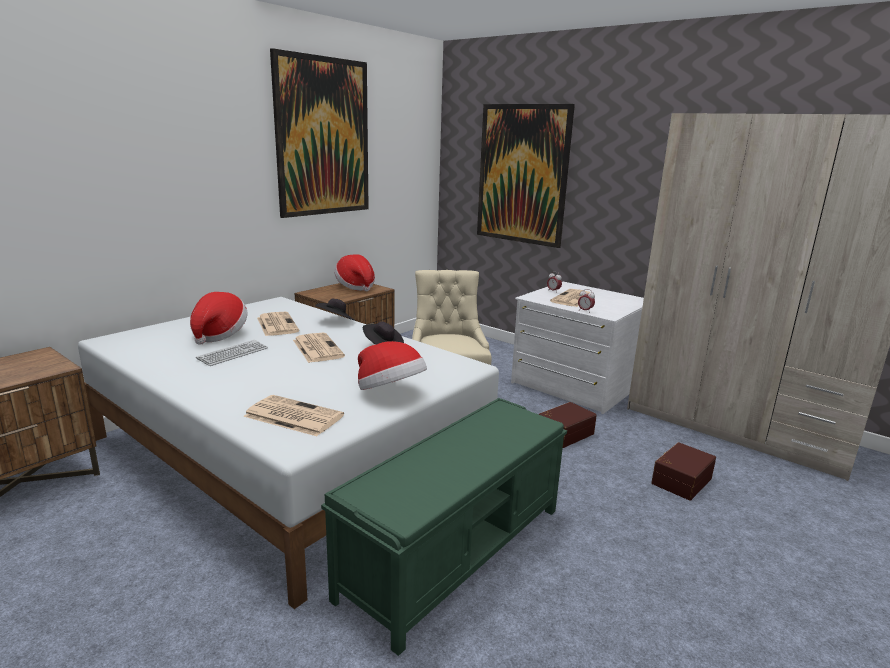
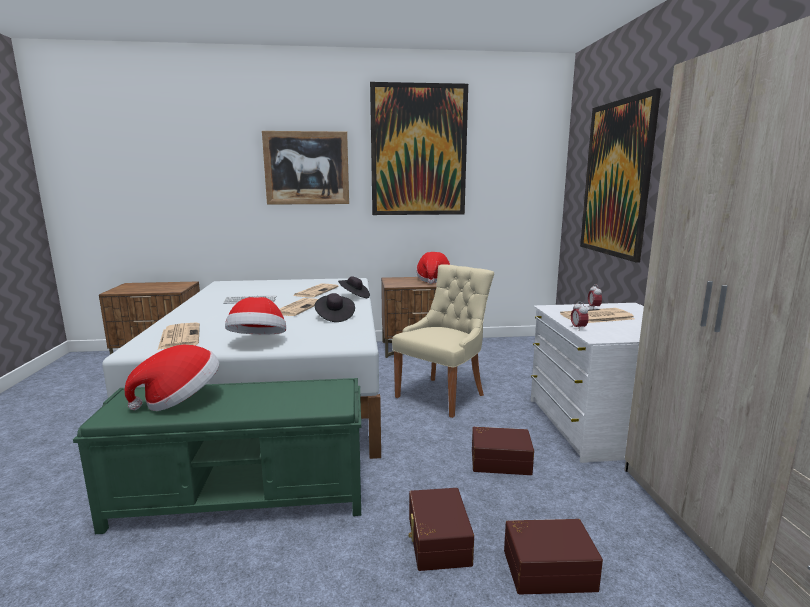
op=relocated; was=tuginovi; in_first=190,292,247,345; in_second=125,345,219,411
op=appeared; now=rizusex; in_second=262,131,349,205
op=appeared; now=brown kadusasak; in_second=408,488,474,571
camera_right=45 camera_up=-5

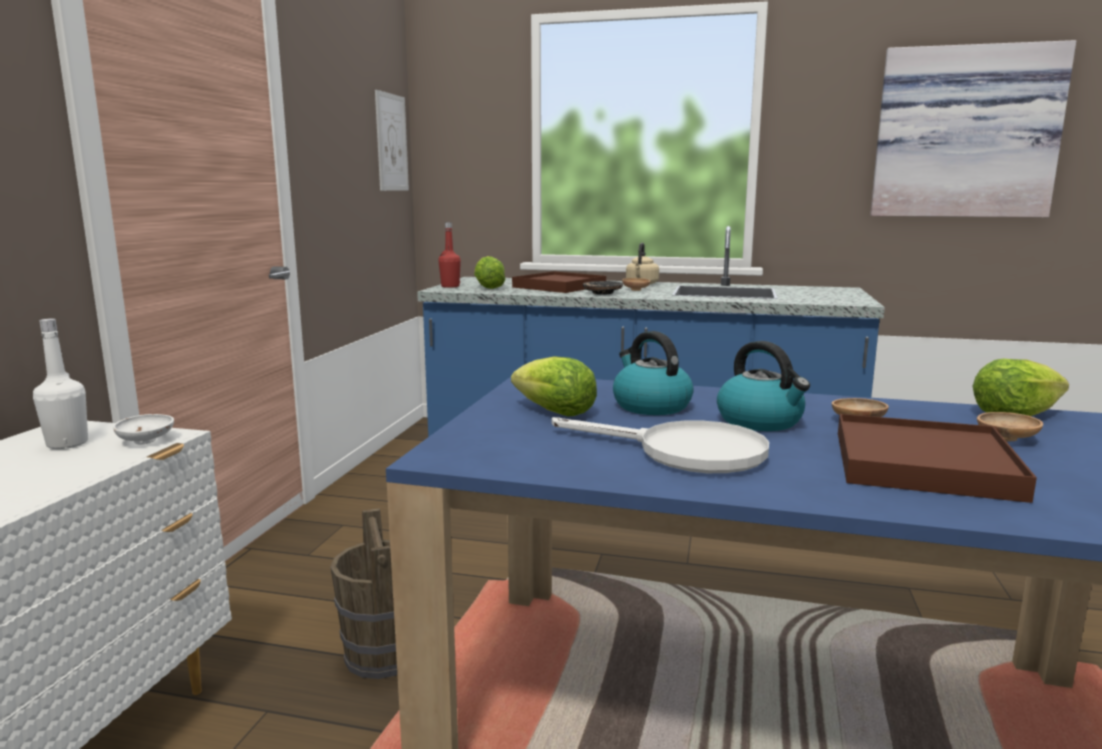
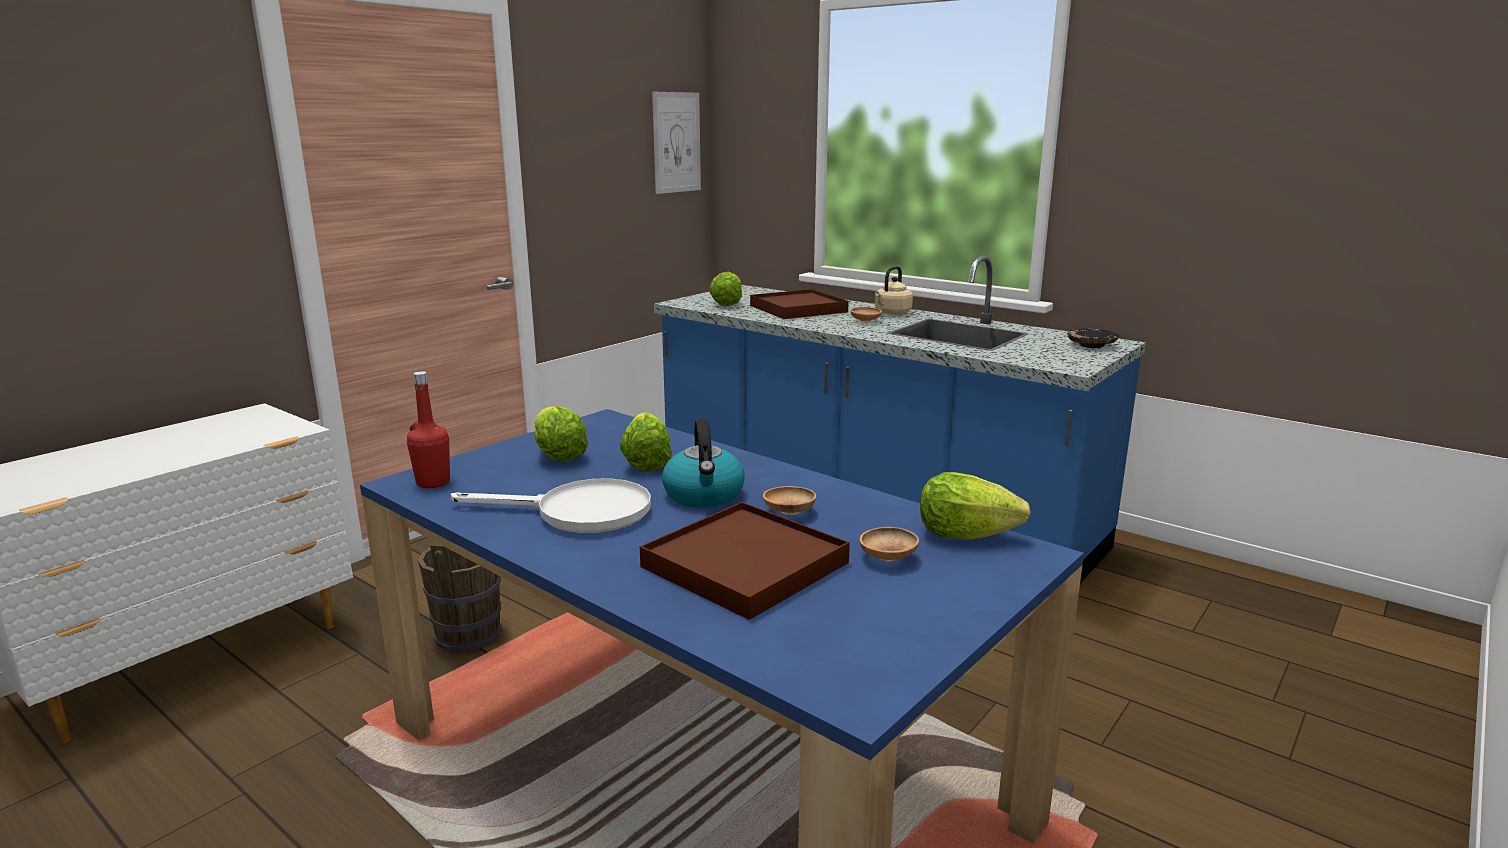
op=relocated; was=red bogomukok; in_first=438,222,461,288; in_second=407,371,450,488
op=spun; was=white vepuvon; in_first=552,417,769,473; in_second=451,478,651,533; clockwise=-45
op=exchanged; was=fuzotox; now=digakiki; in_first=613,331,694,415; in_second=620,412,672,472
op=relocated; was=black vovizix; in_first=583,281,623,295; in_second=1067,329,1119,348
op=missing; was=white bogomukok; in_first=33,318,88,449
op=missing; was=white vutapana; in_first=113,414,174,444
op=missing; was=rizusex; in_first=870,40,1076,217
camera_right=25 camera_up=5

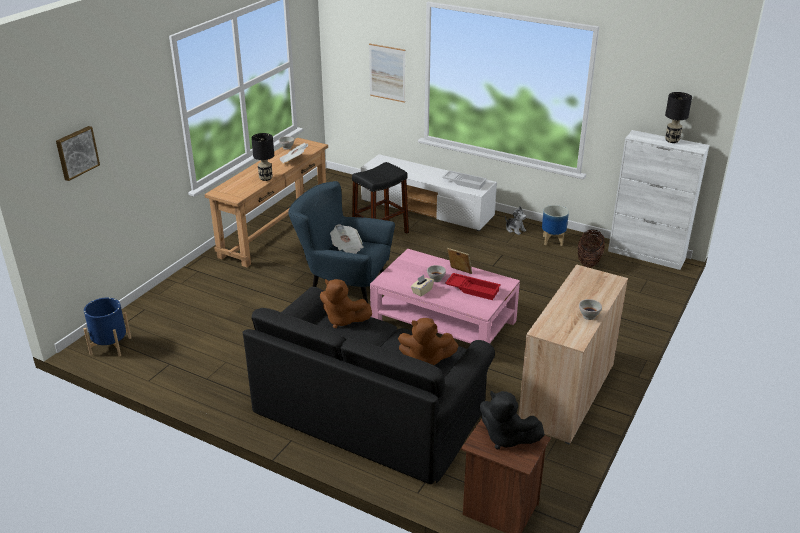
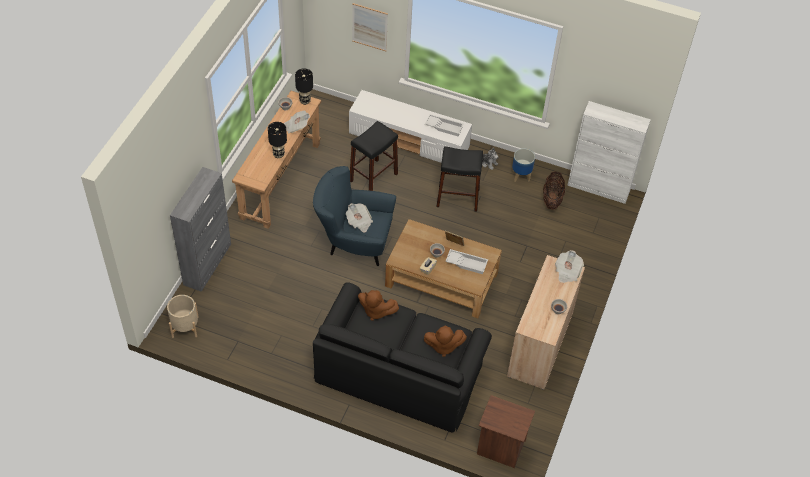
op=colour; was=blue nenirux; now=beige nenirux; in_first=84,298,131,357; in_second=167,295,199,338
op=appeared; now=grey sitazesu; in_second=170,167,231,292
op=relocated; was=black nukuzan; in_first=665,92,692,143; in_second=295,68,313,105
op=colour; was=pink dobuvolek; now=brown dobuvolek; in_first=370,249,520,344; in_second=385,219,502,318
op=appeared; now=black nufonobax; in_second=436,146,483,212
op=colour; was=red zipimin; now=white zipimin; in_first=445,273,501,300; in_second=445,249,488,274
op=appeared; now=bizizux; in_second=555,250,584,283
op=missing; was=rizusex; in_first=56,126,100,181
op=missing; was=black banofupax; in_first=480,391,545,449
camera_right=-10 camera_up=20

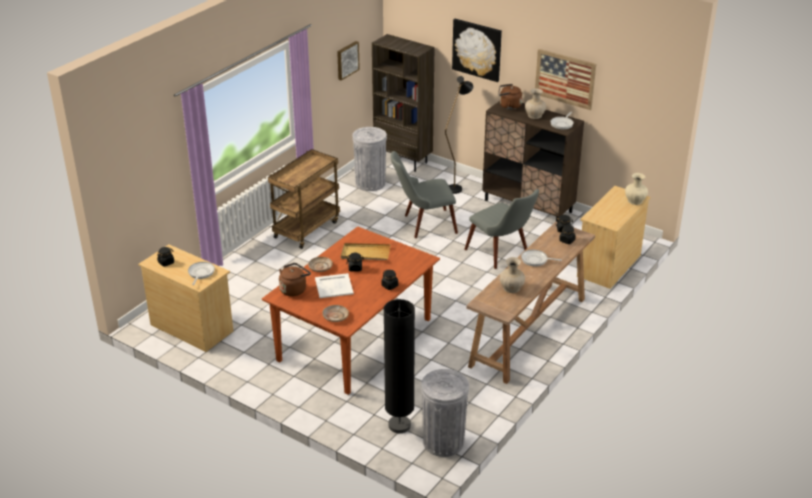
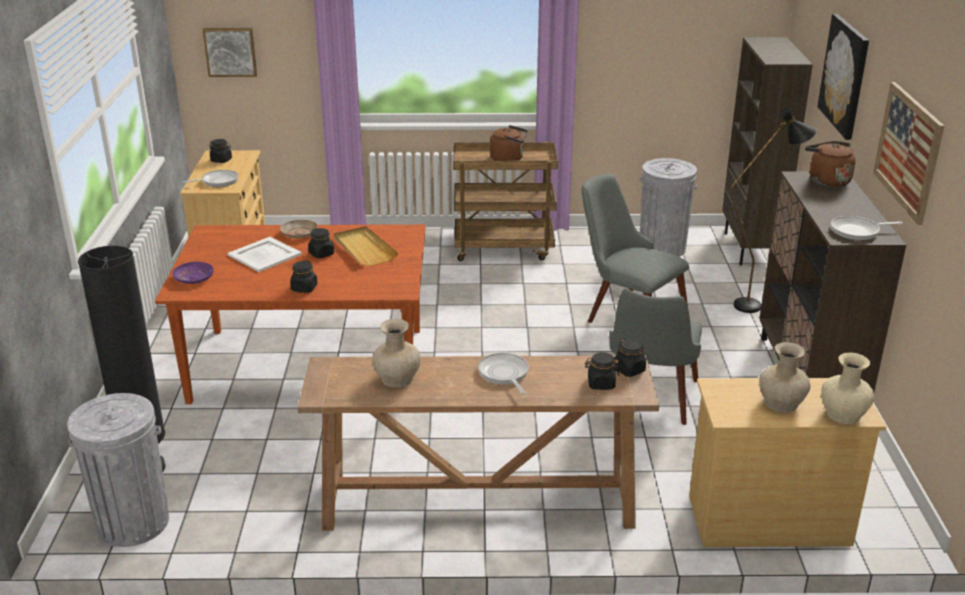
op=colour; was=beige vovizix; now=purple vovizix; in_first=322,305,349,322; in_second=172,262,214,284
op=relocated; was=rizusex; in_first=337,41,360,80; in_second=203,28,257,77
op=relocated; was=brown fuzotox; in_first=279,263,311,296; in_second=490,125,528,161
op=relocated; was=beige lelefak; in_first=525,88,546,119; in_second=759,342,810,413
camera_right=55 camera_up=-5

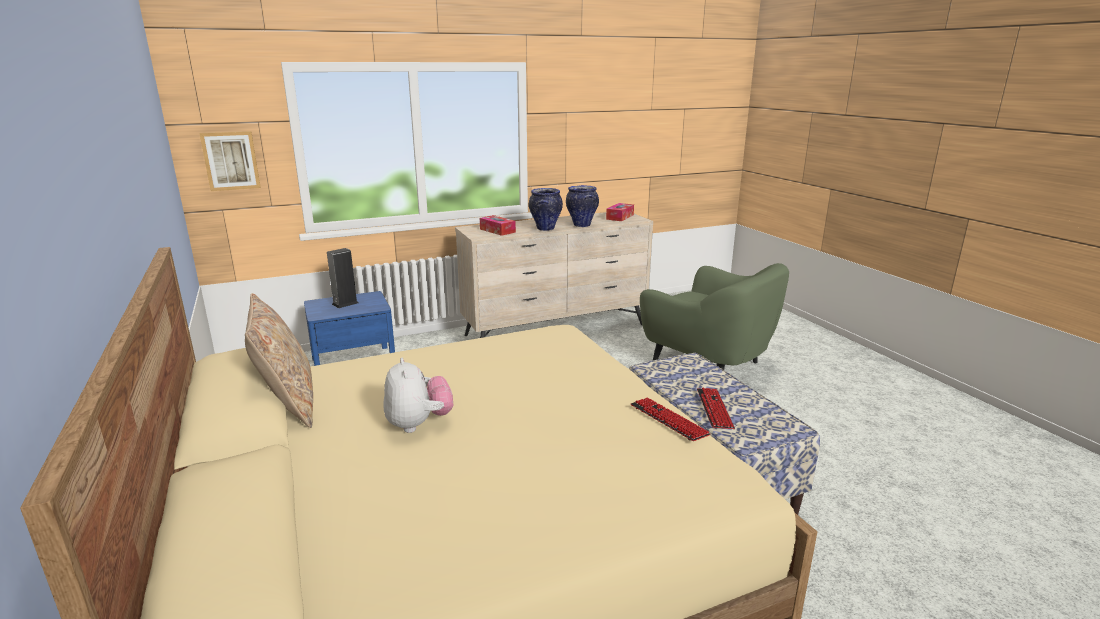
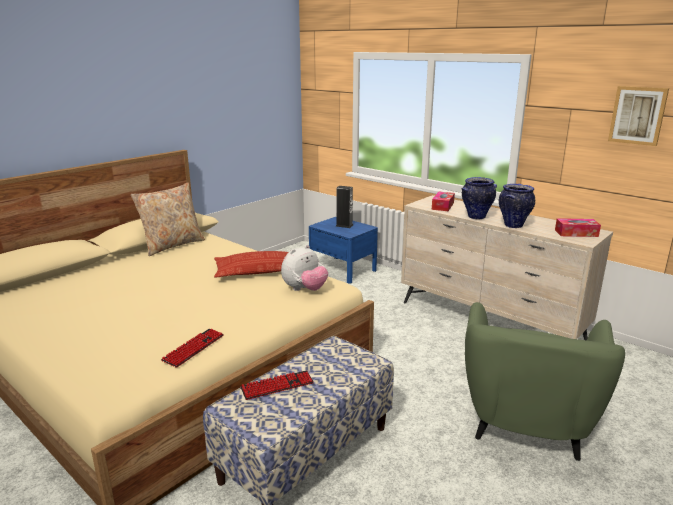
op=appeared; now=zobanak; in_second=214,251,289,278
op=relocated; was=banofupax; in_first=384,358,453,433; in_second=281,245,328,291
op=relocated; was=rizusex; in_first=199,131,261,191; in_second=608,86,669,146
camera_right=65 camera_up=0

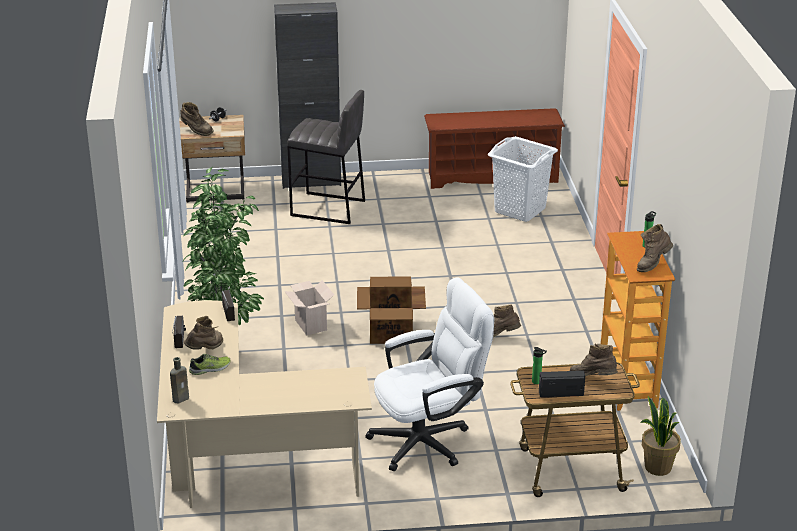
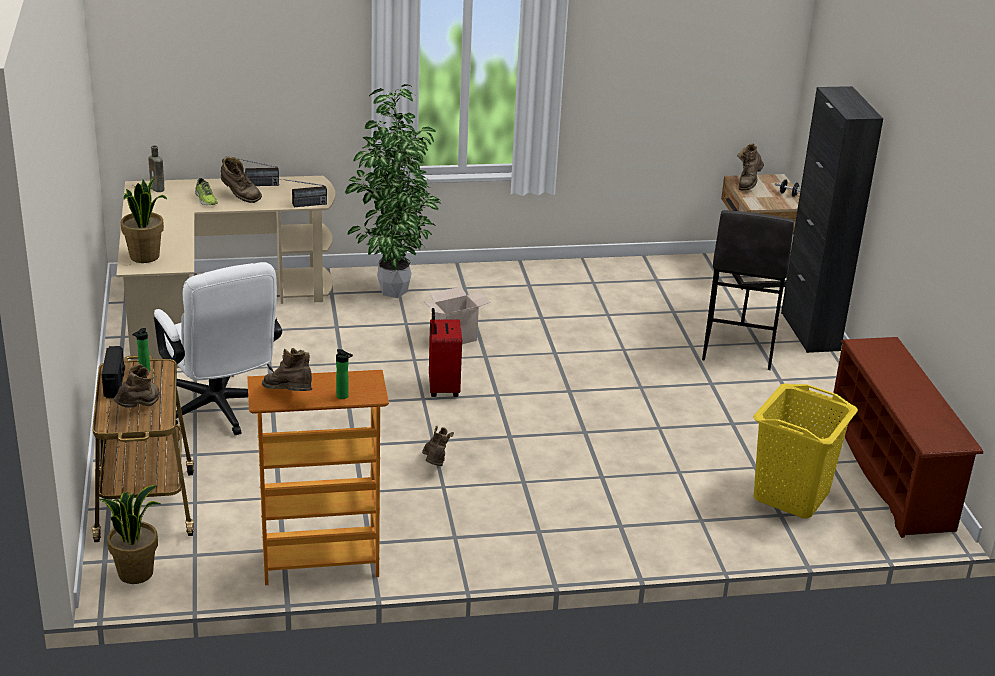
op=appeared; now=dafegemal; in_second=121,178,167,263
op=exchanged; was=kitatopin; now=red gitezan; in_first=357,276,426,344; in_second=429,308,462,397
op=colour; was=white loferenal; now=yellow loferenal; in_first=488,136,558,222; in_second=753,384,858,519
camera_right=85 camera_up=0

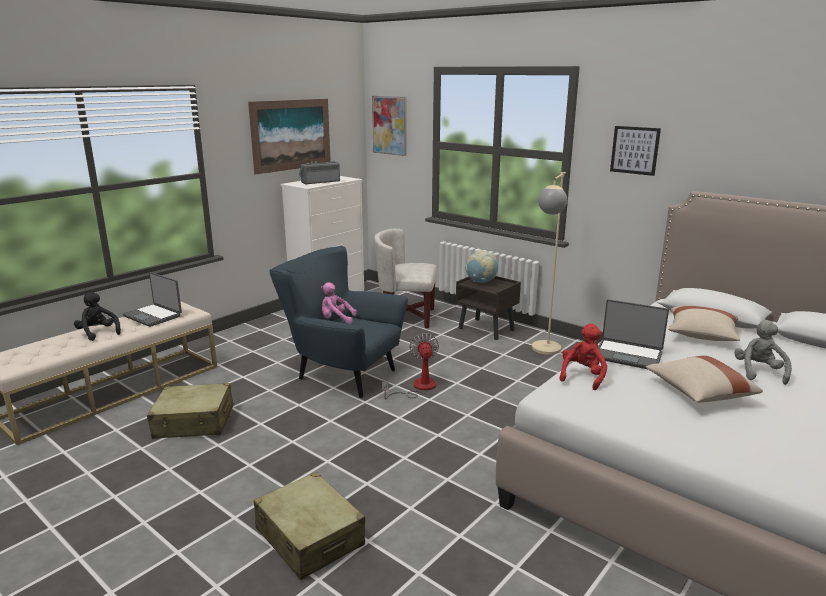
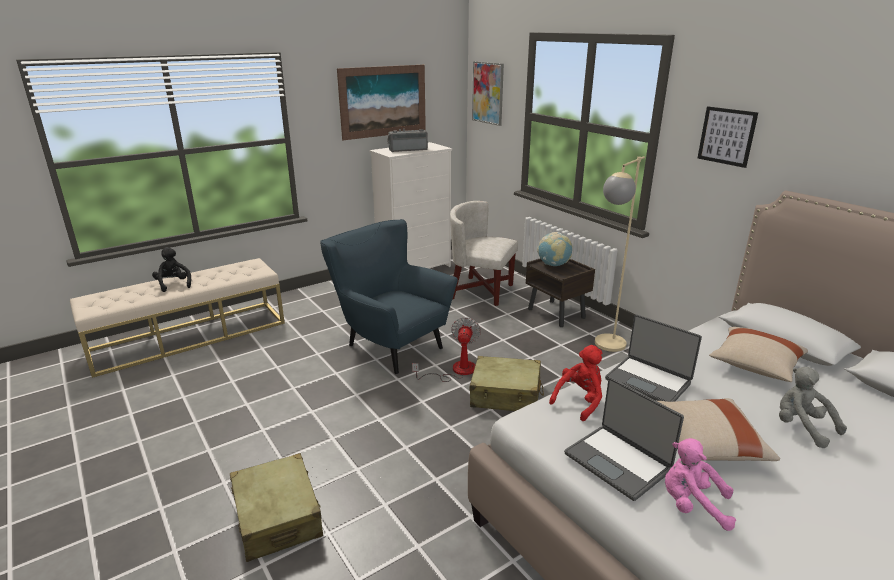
op=relocated; was=beige gitezan; in_first=147,383,233,439; in_second=470,356,544,411
op=relocated; was=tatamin; in_first=123,272,182,327; in_second=564,377,684,501
op=relocated; was=pink banofupax; in_first=321,283,357,324; in_second=665,438,736,531
op=spun; was=grey banofupax; in_first=734,320,792,385; in_second=779,367,847,448; clockwise=-60
camera_right=15 camera_up=5

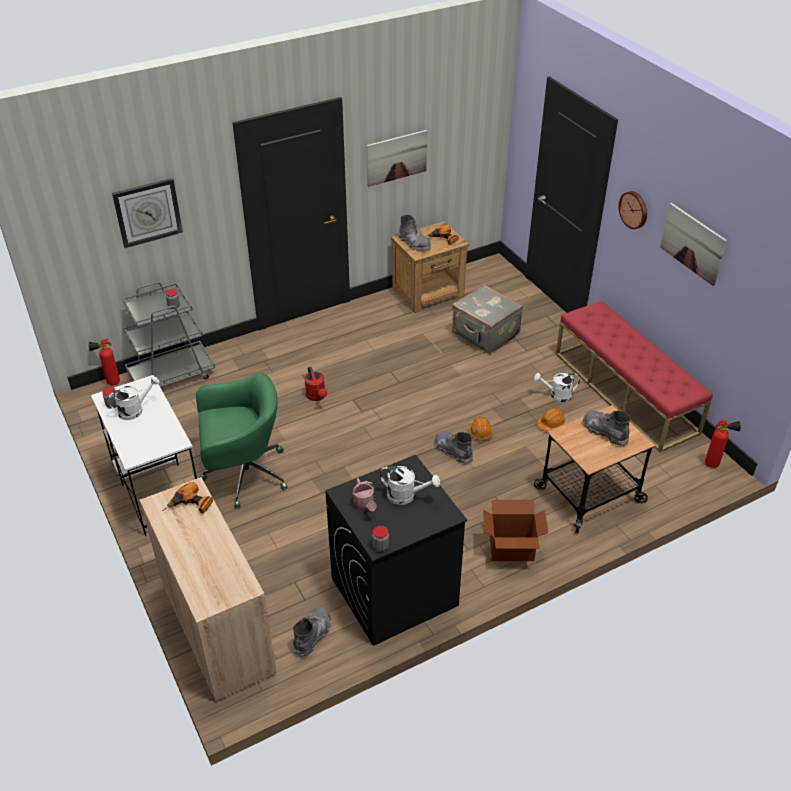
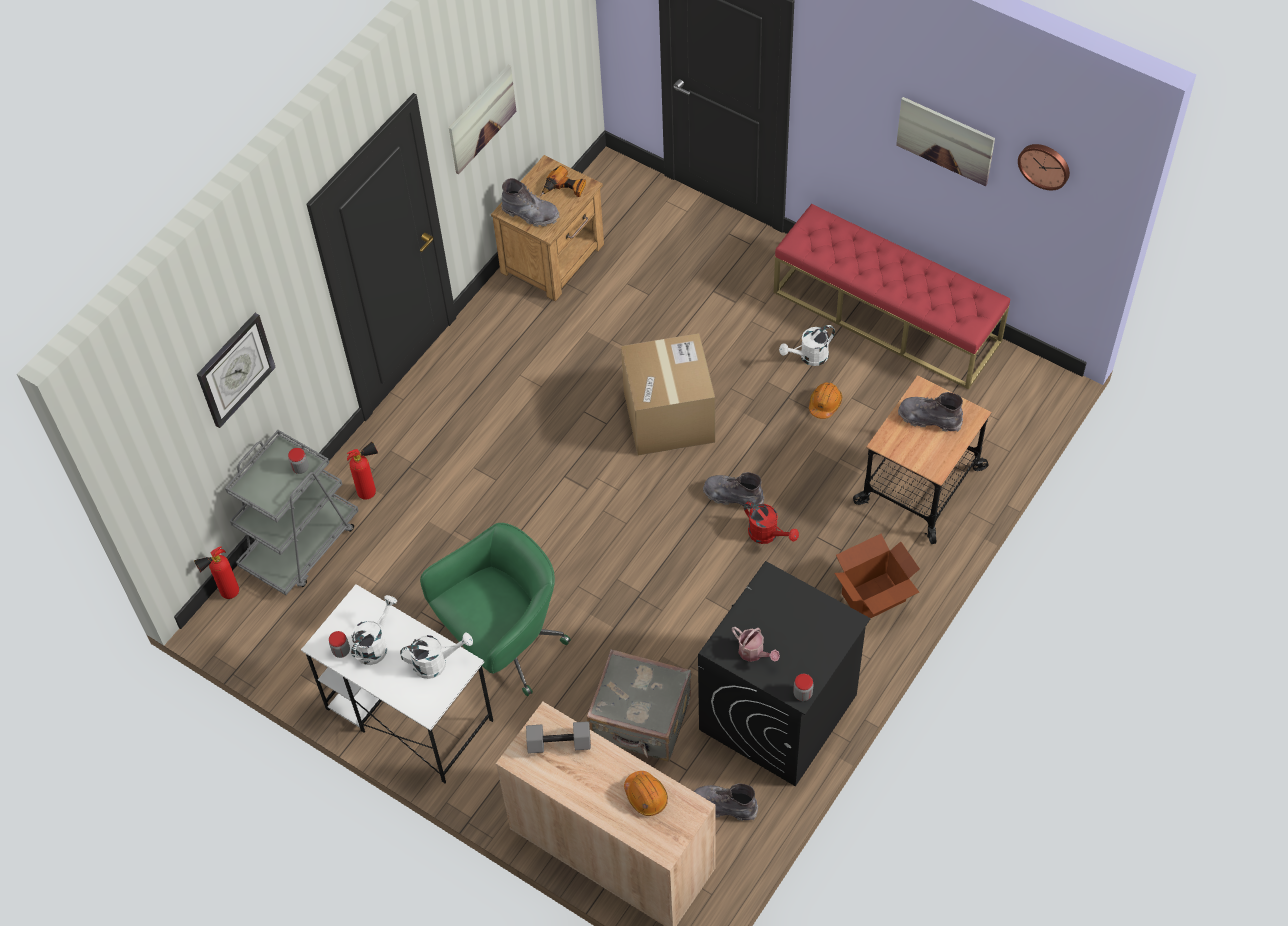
op=relocated; was=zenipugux; in_first=705,420,741,468; in_second=347,442,378,500
op=relocated; was=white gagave; in_first=380,466,440,505; in_second=400,633,473,679
op=exchanged; was=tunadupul; now=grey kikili; in_first=162,481,213,514; in_second=526,721,591,754
op=relocated; was=grey gitezan; in_first=452,285,523,354; in_second=587,649,691,762
op=appeared; now=kitatopin; in_second=621,333,715,455
op=relocated; was=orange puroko; in_first=469,417,493,441; in_second=624,771,668,816
op=spun; was=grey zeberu; in_first=293,607,331,657; in_second=694,783,758,821; clockwise=-75
op=relocated; was=red gagave; in_first=305,367,327,401; in_second=744,501,799,544
op=relocated; was=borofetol; in_first=618,191,647,229; in_second=1018,144,1070,190
camera_right=-25 camera_up=15

